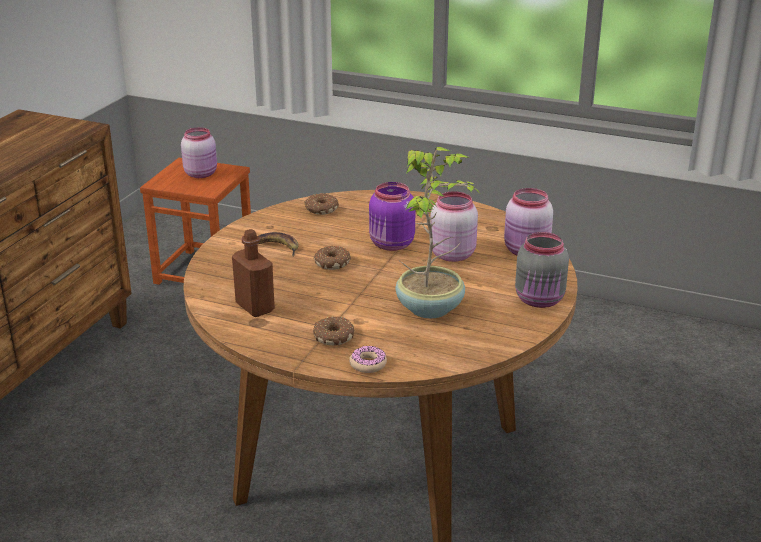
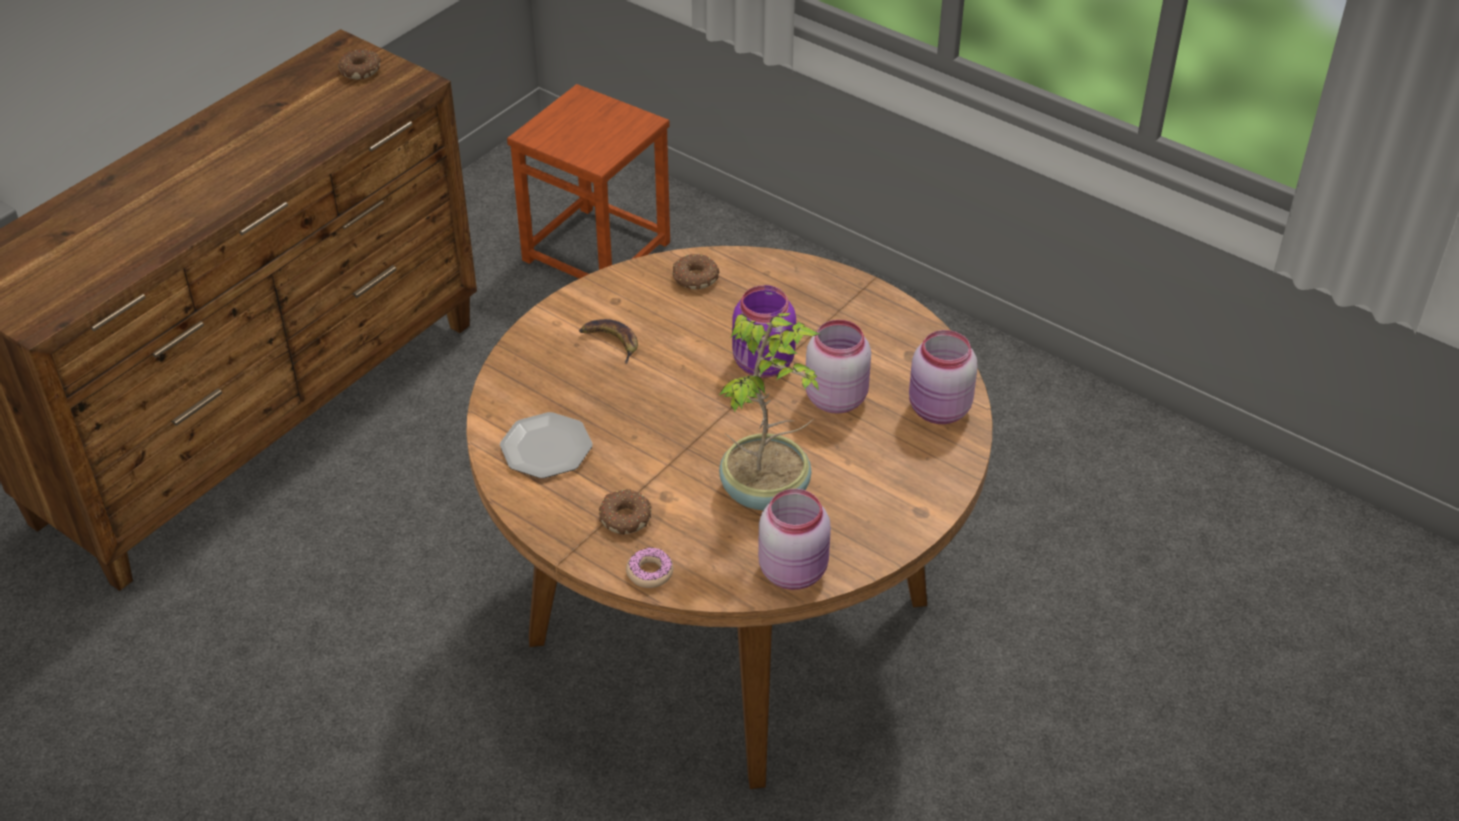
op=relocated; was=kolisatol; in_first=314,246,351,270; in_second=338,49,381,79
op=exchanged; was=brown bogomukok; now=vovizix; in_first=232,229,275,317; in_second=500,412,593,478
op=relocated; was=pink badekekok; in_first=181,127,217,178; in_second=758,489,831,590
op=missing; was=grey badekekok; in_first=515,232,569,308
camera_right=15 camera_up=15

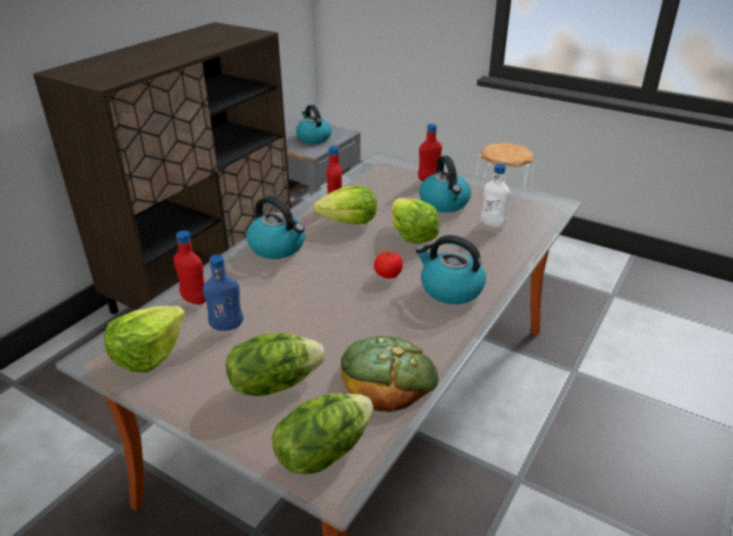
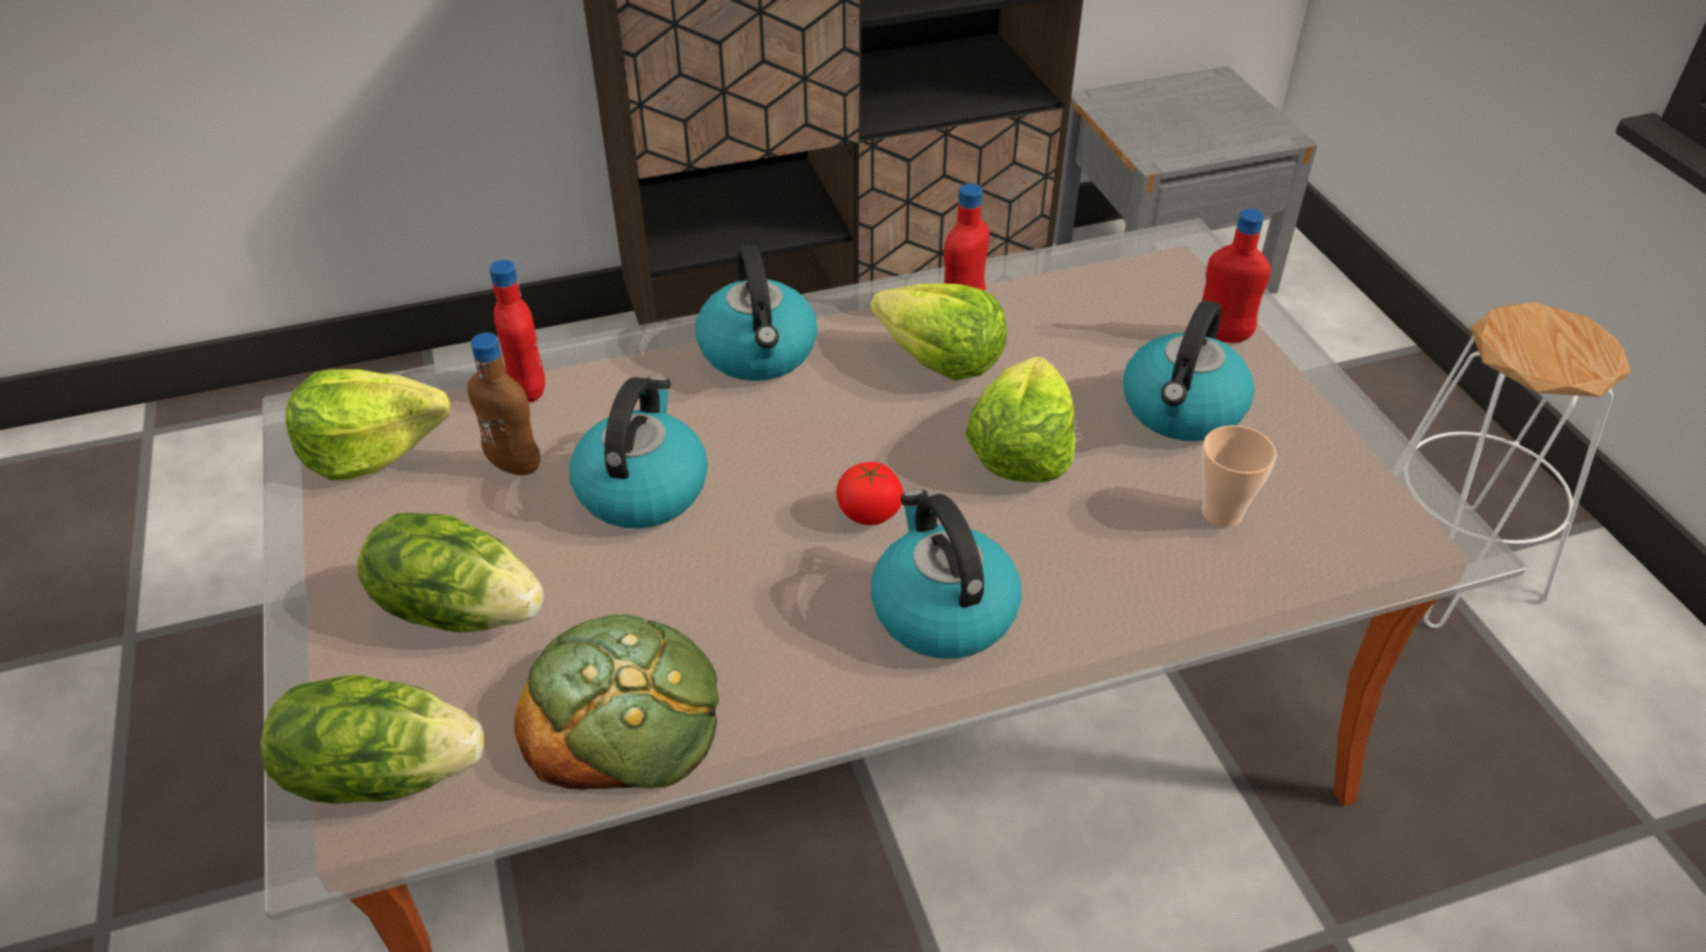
op=colour; was=blue bogomukok; now=brown bogomukok; in_first=203,255,243,331; in_second=467,333,541,475
op=relocated; was=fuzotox; in_first=296,105,332,144; in_second=569,377,708,528
op=exchanged; was=white bogomukok; now=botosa; in_first=481,163,510,228; in_second=1202,425,1277,527
camera_right=40 camera_up=10

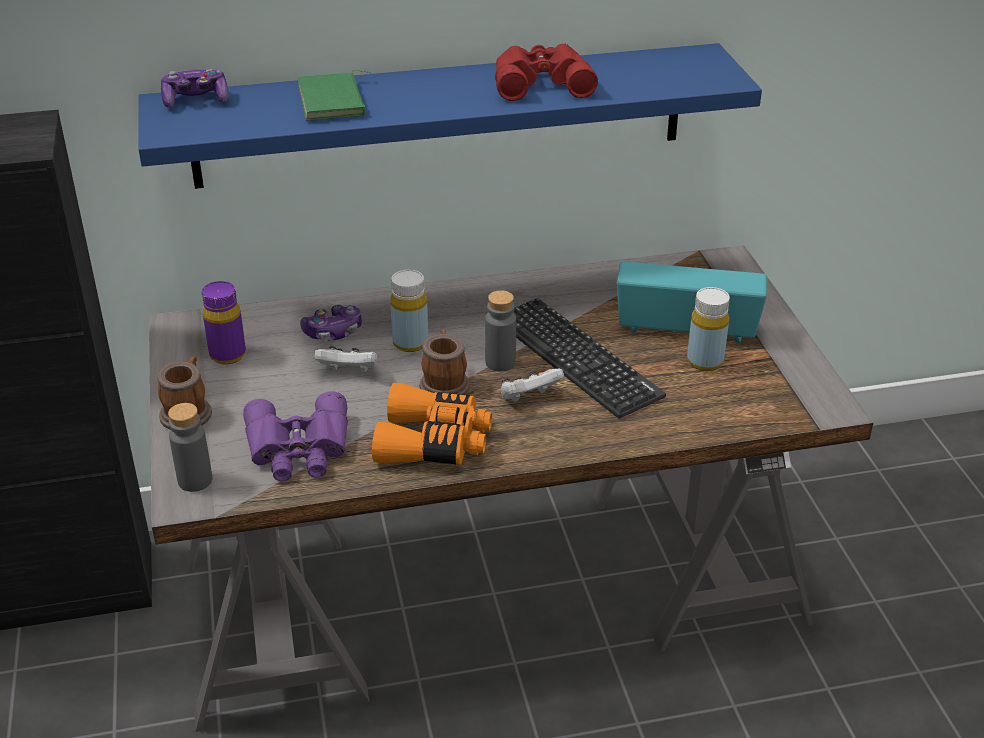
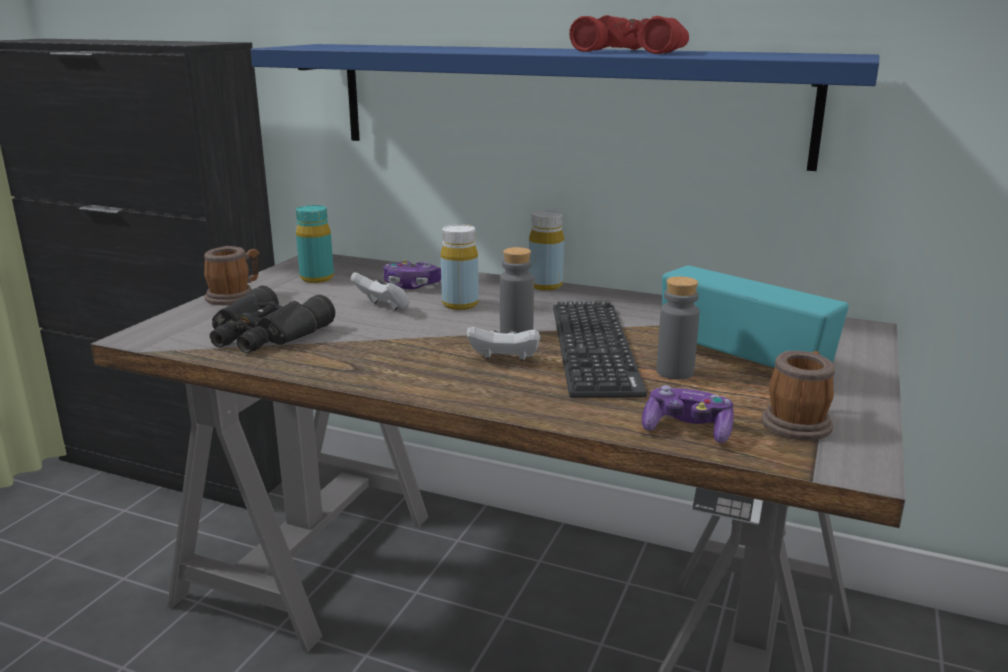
op=colour; was=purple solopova; now=black solopova; in_first=243,391,348,482; in_second=210,286,335,353
op=colour; was=purple bogomukok; now=turquoise bogomukok; in_first=202,281,246,365; in_second=296,205,334,283
op=relocated; was=yellow bogomukok; in_first=687,287,730,371; in_second=529,210,564,290
op=relocated; was=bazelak; in_first=161,69,229,108; in_second=642,385,733,443
op=relocated; was=grey bogomukok; in_first=168,403,212,492; in_second=657,276,700,379
op=relocated; was=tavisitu; in_first=419,329,470,395; in_second=761,351,835,441
op=missing; was=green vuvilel; in_first=297,70,372,121
op=missing; was=orange solopova; in_first=372,383,492,465
camera_right=35 camera_up=-15

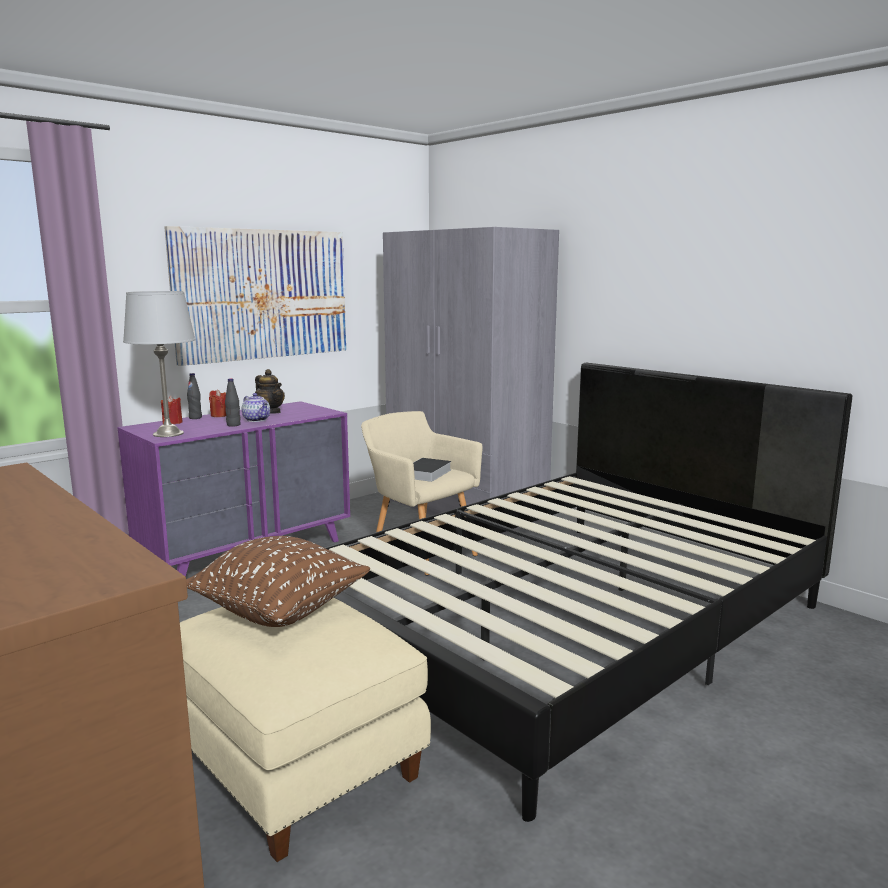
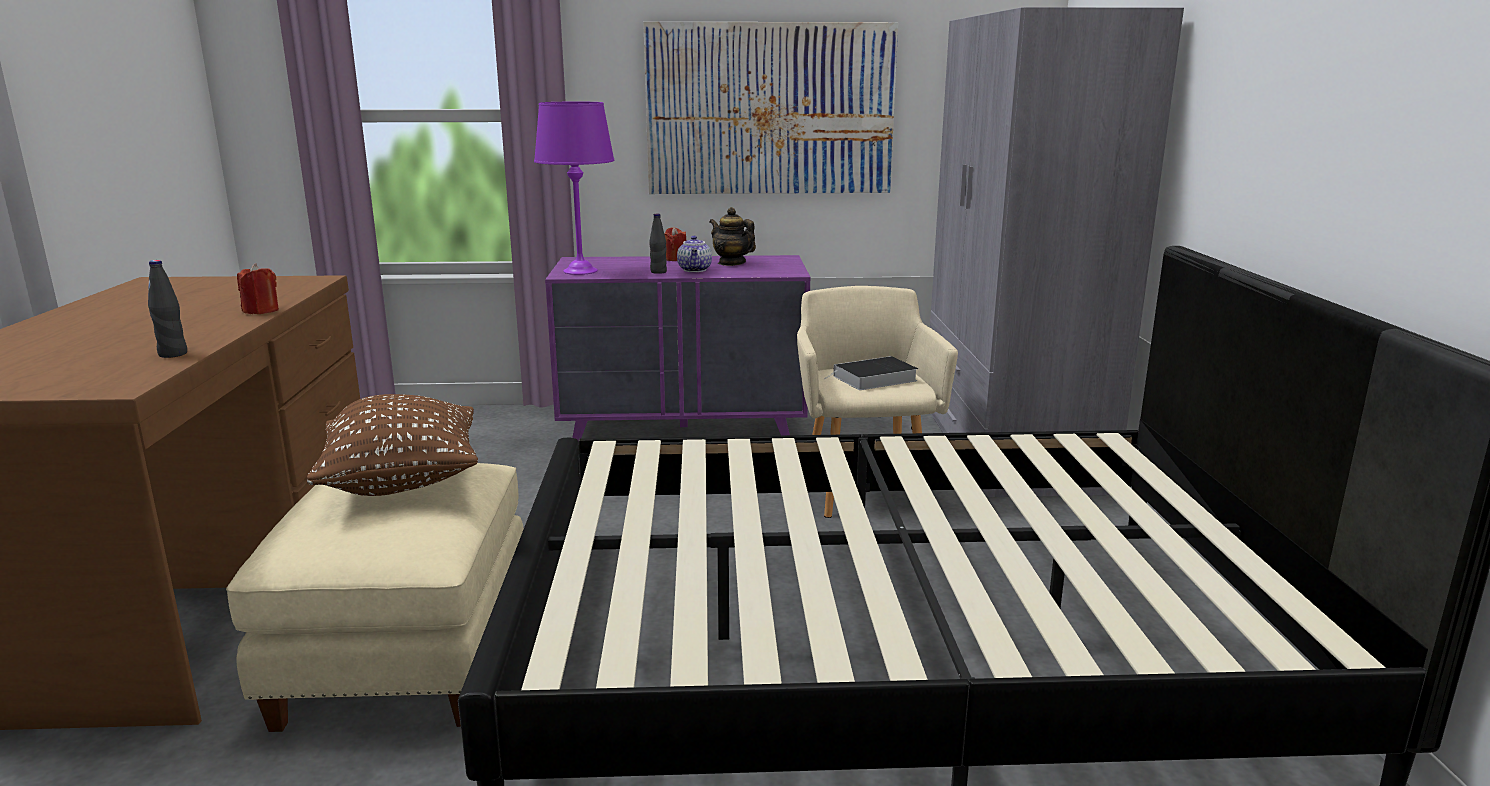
op=relocated; was=black bogomukok; in_first=187,373,202,419; in_second=148,260,187,358
op=relocated; was=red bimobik; in_first=161,396,183,424; in_second=237,263,279,314
op=colour; was=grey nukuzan; now=purple nukuzan; in_first=123,291,196,437; in_second=534,102,615,275
op=spun; was=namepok; in_first=255,369,285,414; in_second=709,207,756,266; clockwise=135
camera_right=40 camera_up=5

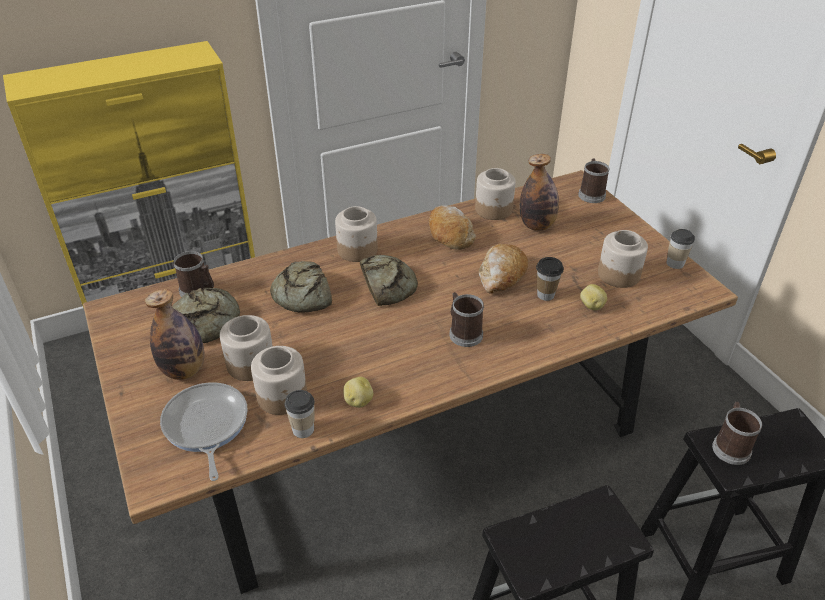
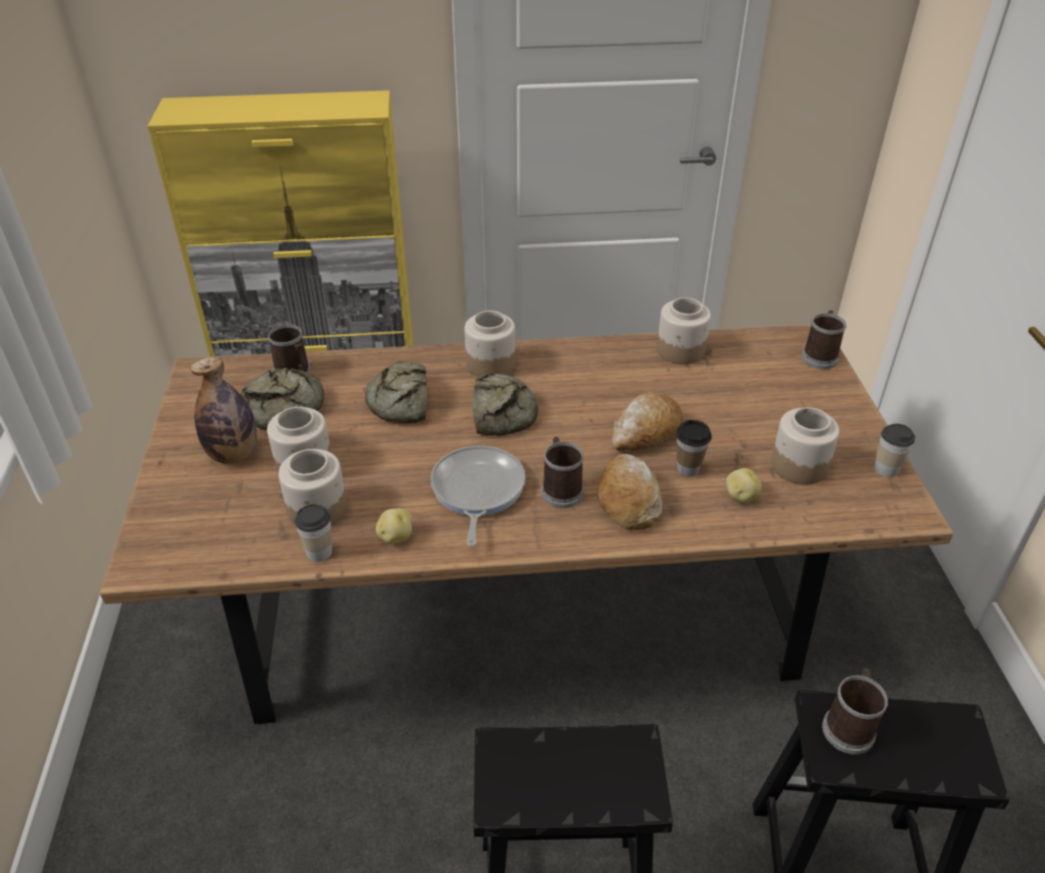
op=relocated; was=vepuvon; in_first=160,382,248,481; in_second=431,445,526,546
op=relocated; was=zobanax; in_first=429,205,476,250; in_second=597,454,662,530
op=missing; was=bogomukok; in_first=520,154,559,231
camera_right=20 camera_up=0

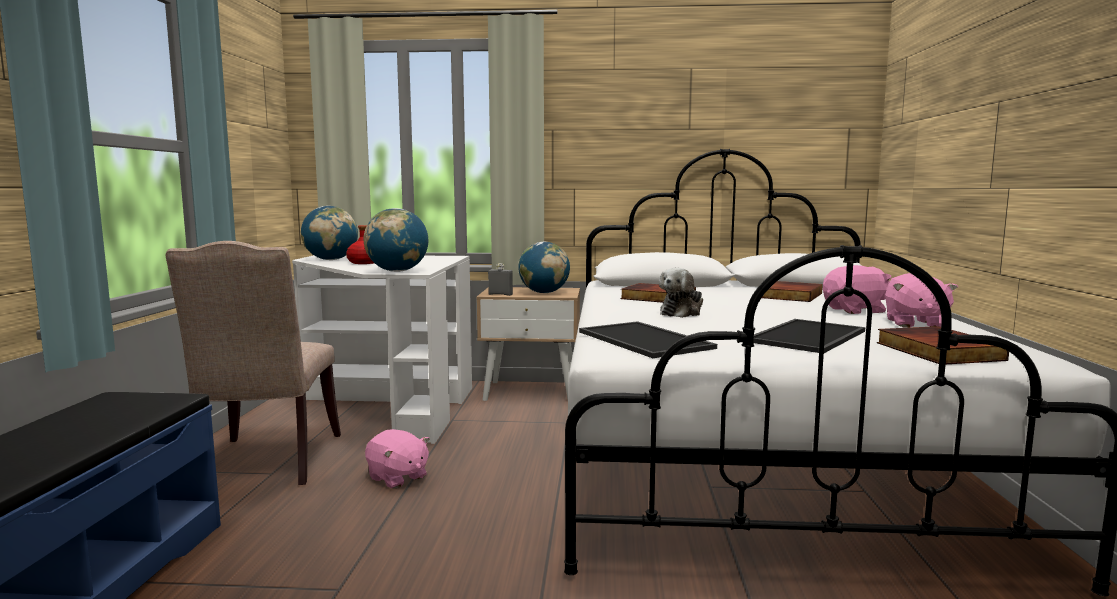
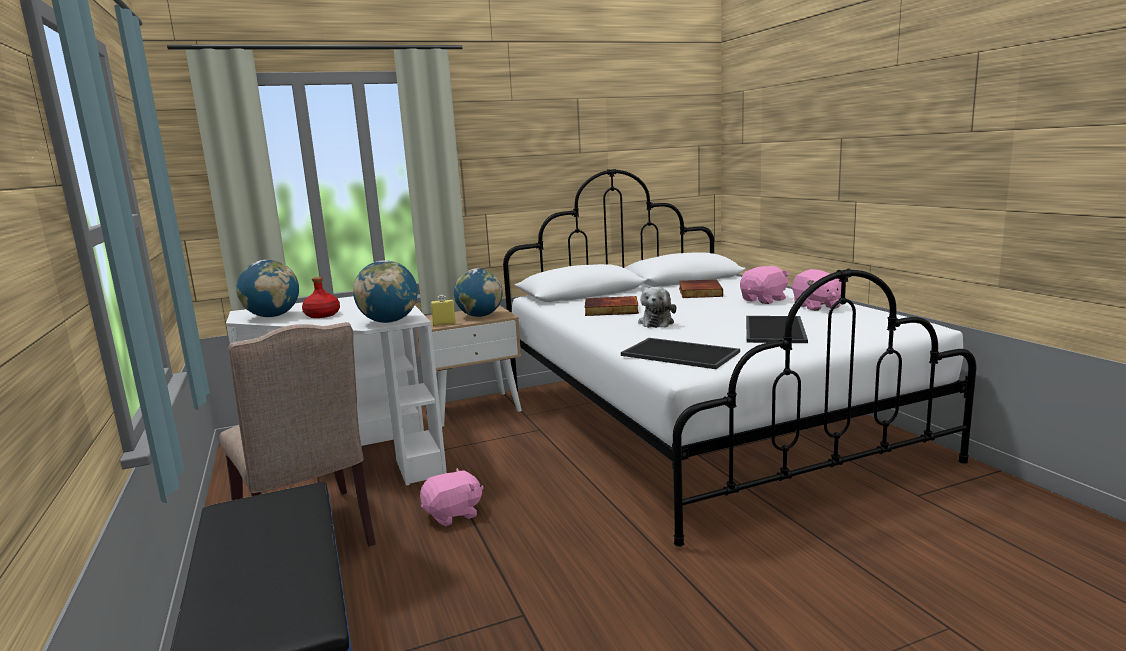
op=spun; was=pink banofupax; in_first=365,429,430,488; in_second=420,468,484,526; clockwise=-45
op=colour; was=grey bogomukok; now=yellow bogomukok; in_first=488,263,513,296; in_second=431,295,456,326
op=missing; was=vuvilel; in_first=877,326,1009,364
camera_right=-25 camera_up=5

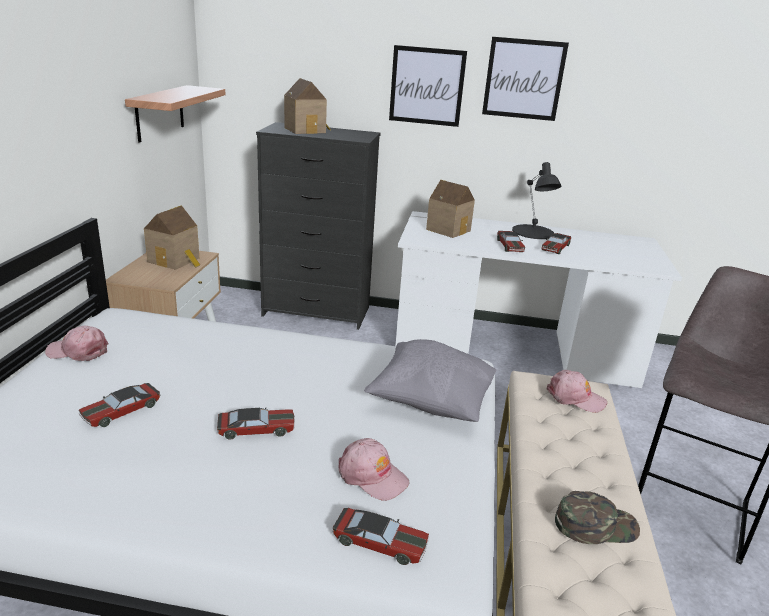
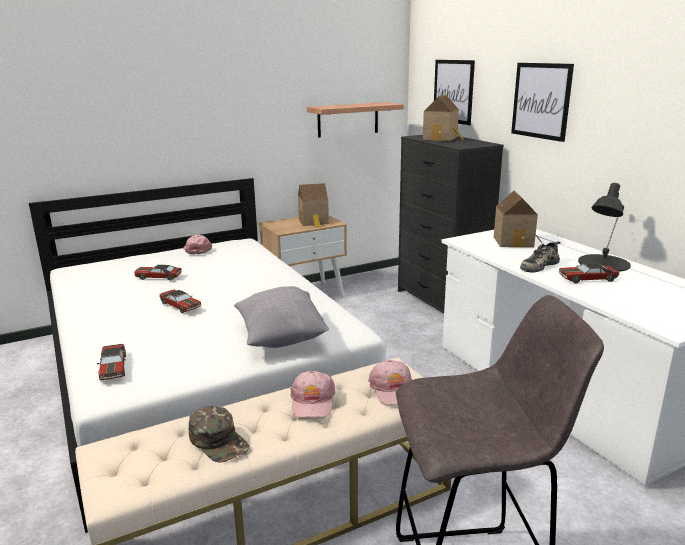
op=relocated; was=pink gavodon; in_first=339,438,409,501; in_second=290,371,335,418
op=relocated; was=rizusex; in_first=482,37,569,121; in_second=434,60,475,125
op=exchanged; was=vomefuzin; now=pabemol; in_first=497,231,525,252; in_second=520,241,561,273
camera_right=55 camera_up=-5

